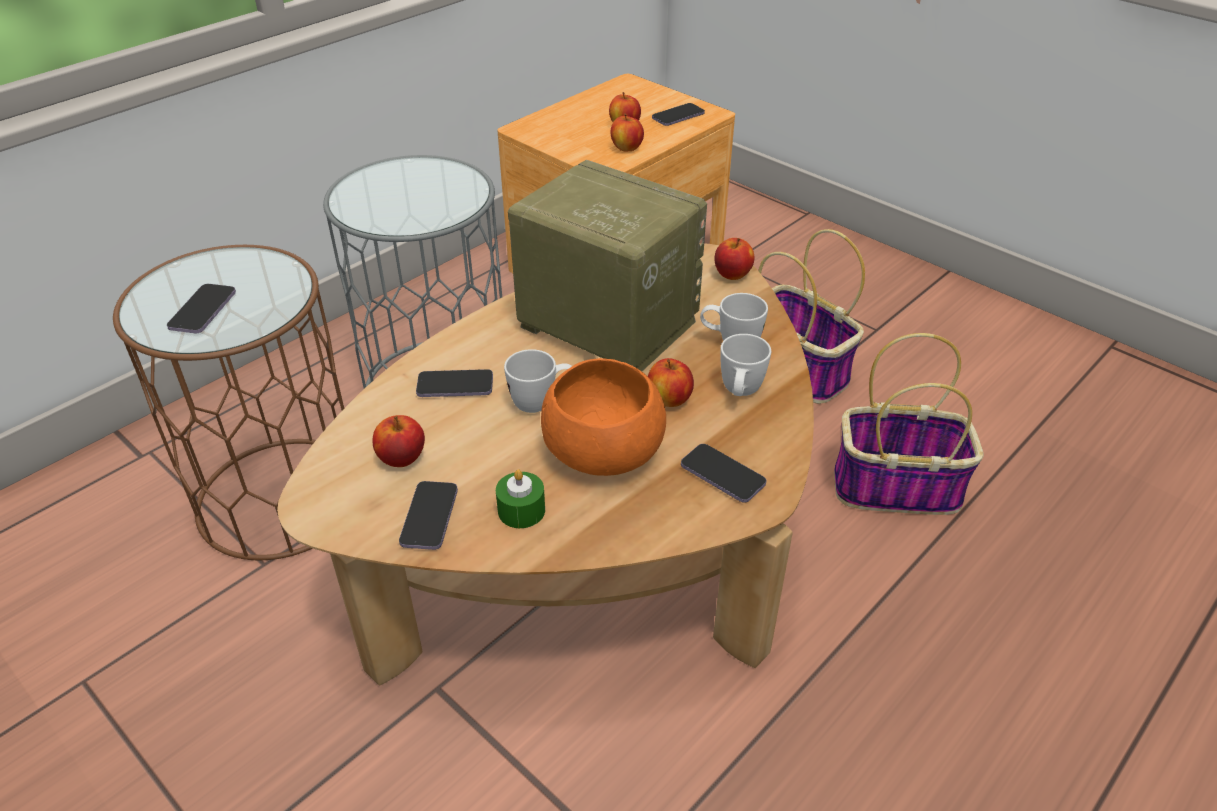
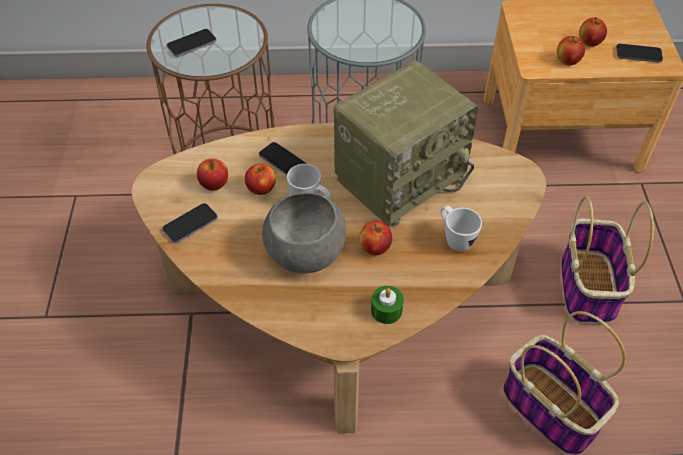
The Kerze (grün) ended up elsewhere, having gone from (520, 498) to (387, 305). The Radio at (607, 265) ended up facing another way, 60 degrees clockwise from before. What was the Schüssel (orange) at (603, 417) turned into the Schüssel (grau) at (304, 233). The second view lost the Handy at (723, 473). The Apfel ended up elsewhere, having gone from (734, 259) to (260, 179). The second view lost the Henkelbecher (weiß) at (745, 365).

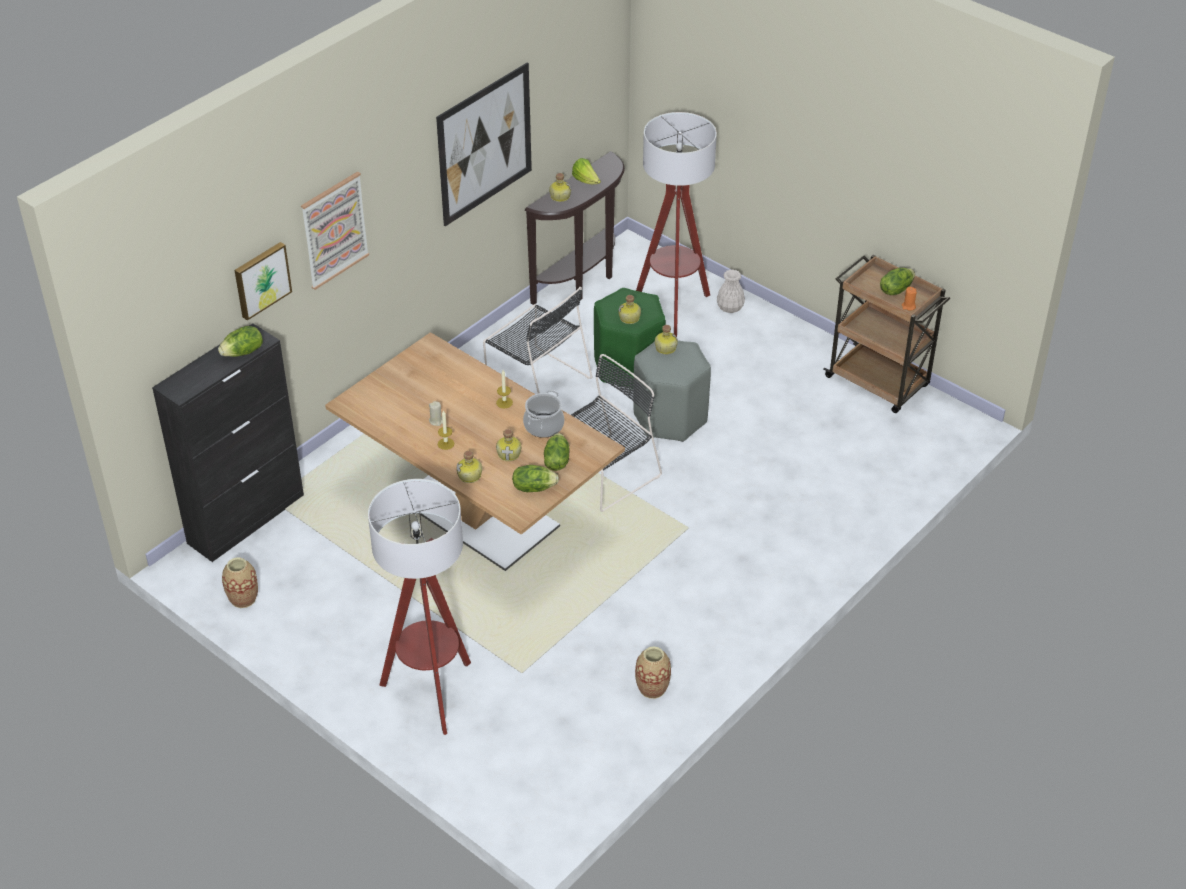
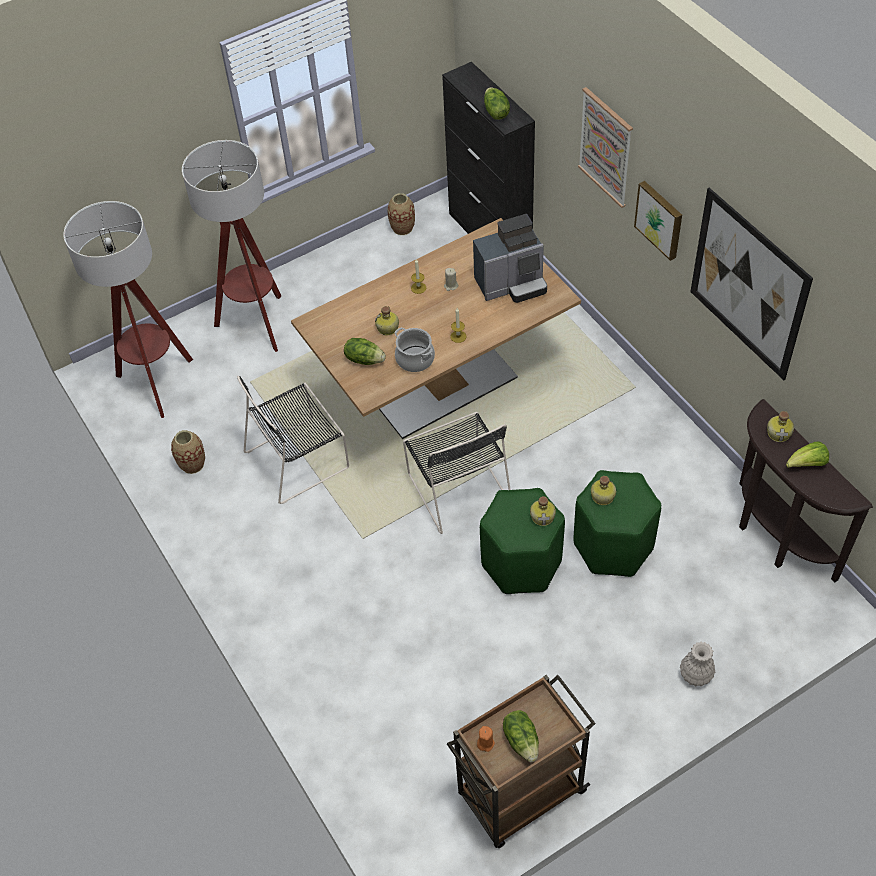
The Bild ended up elsewhere, having gone from (263, 281) to (658, 221). The second view lost the Flasche at (469, 467). The Stuhl (schwarz) ended up elsewhere, having gone from (537, 340) to (293, 440). The second view lost the Salatkopf at (535, 478). What was the Hocker (grau) at (672, 391) turned into the Hocker (grün) at (522, 541). The Stehlampe ended up elsewhere, having gone from (676, 224) to (128, 309). The second view gained the Kaffeemaschine at (510, 258).

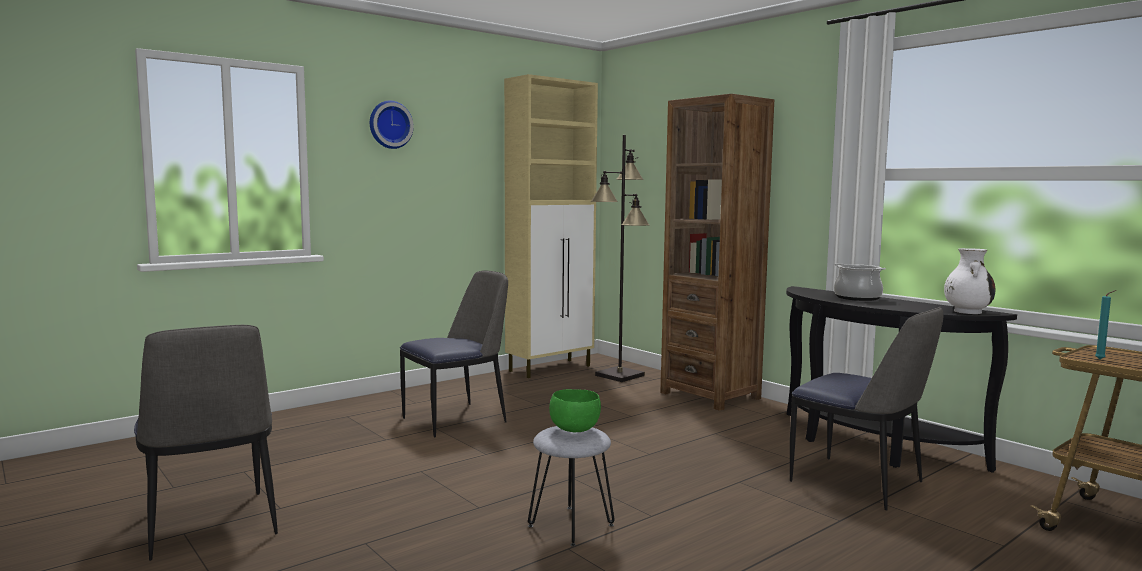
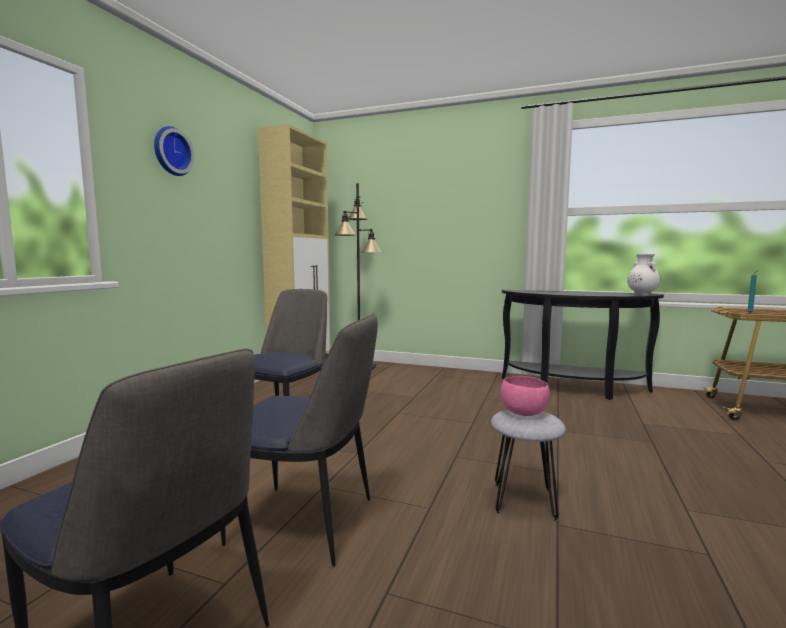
What was the Schüssel (grün) at (575, 410) turned into the Schüssel (rosa) at (525, 396). The second view lost the Bücherregal (braun) at (717, 252). The Stuhl ended up elsewhere, having gone from (867, 408) to (299, 439). The second view lost the Kochtopf at (860, 282).

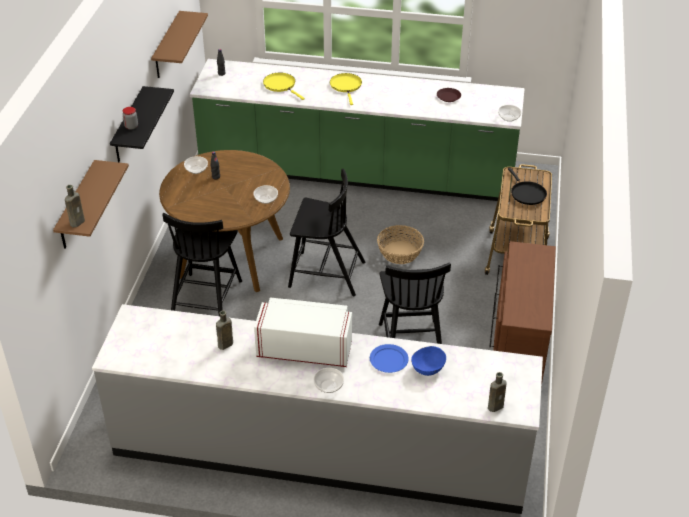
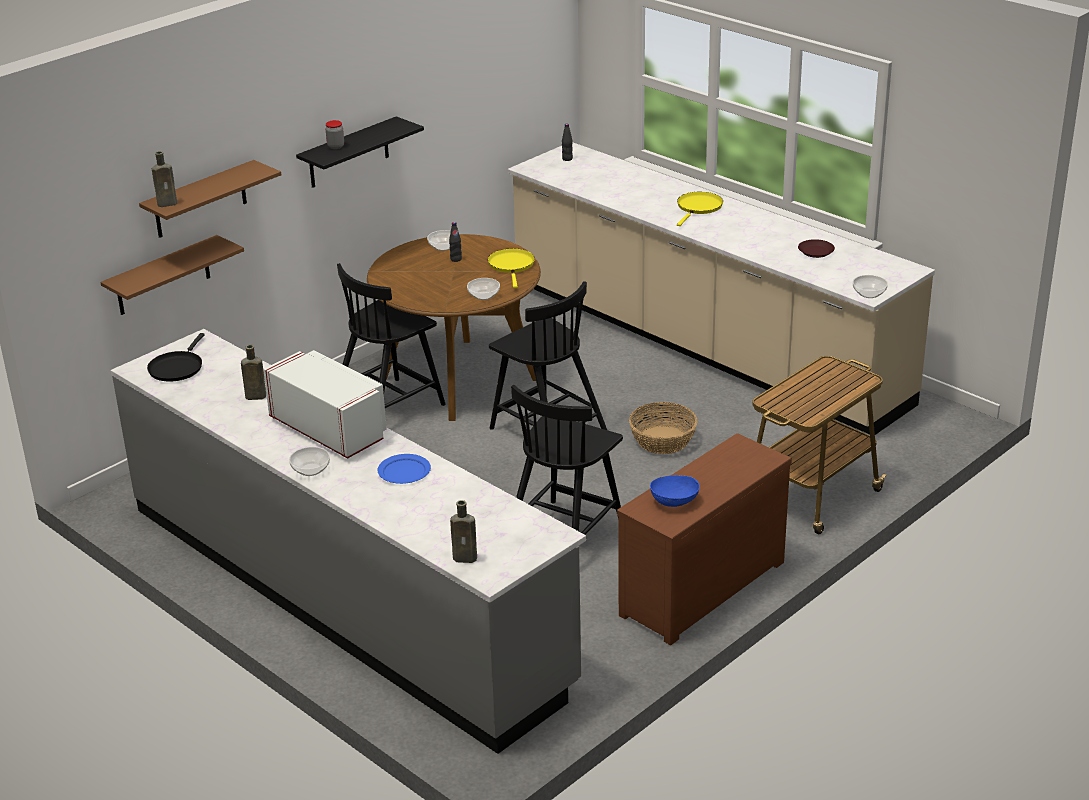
The Wandregal (braun) ended up elsewhere, having gone from (179, 44) to (172, 275). What was the Küchenzeile (grün) at (357, 130) turned into the Küchenzeile (beige) at (721, 289). The Pfanne (gelb) ended up elsewhere, having gone from (284, 86) to (511, 268). The Schüssel (blau) ended up elsewhere, having gone from (428, 361) to (675, 491). The Pfanne (schwarz) ended up elsewhere, having gone from (527, 186) to (176, 357).

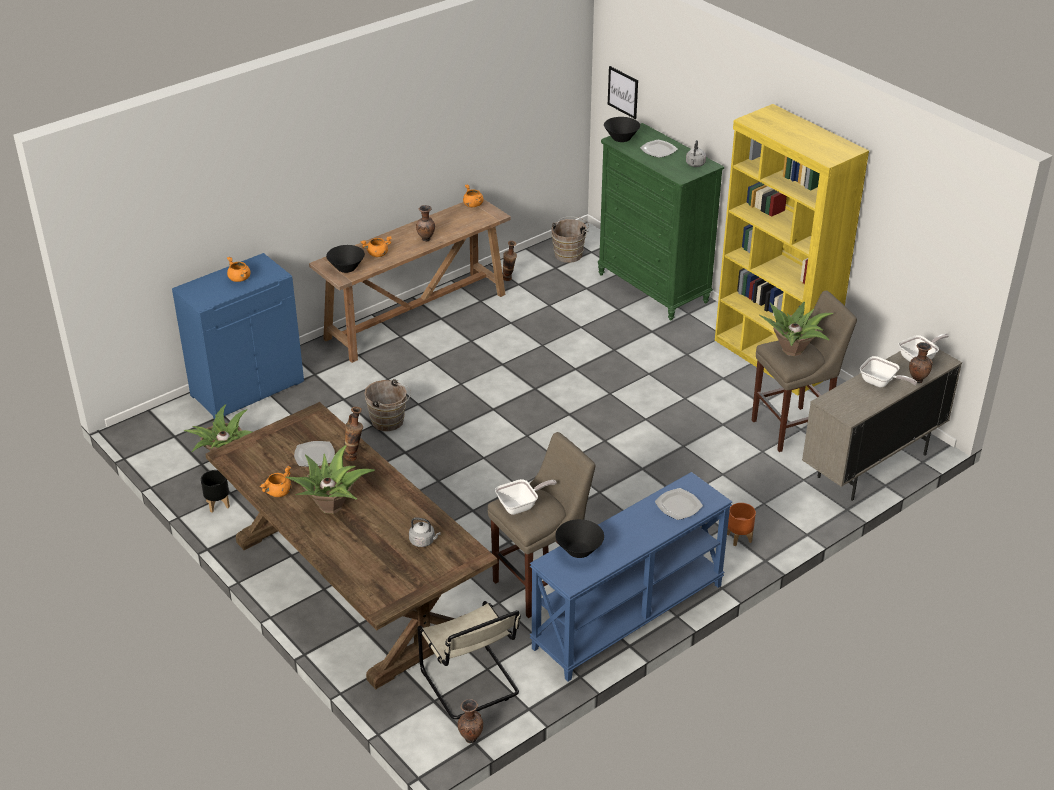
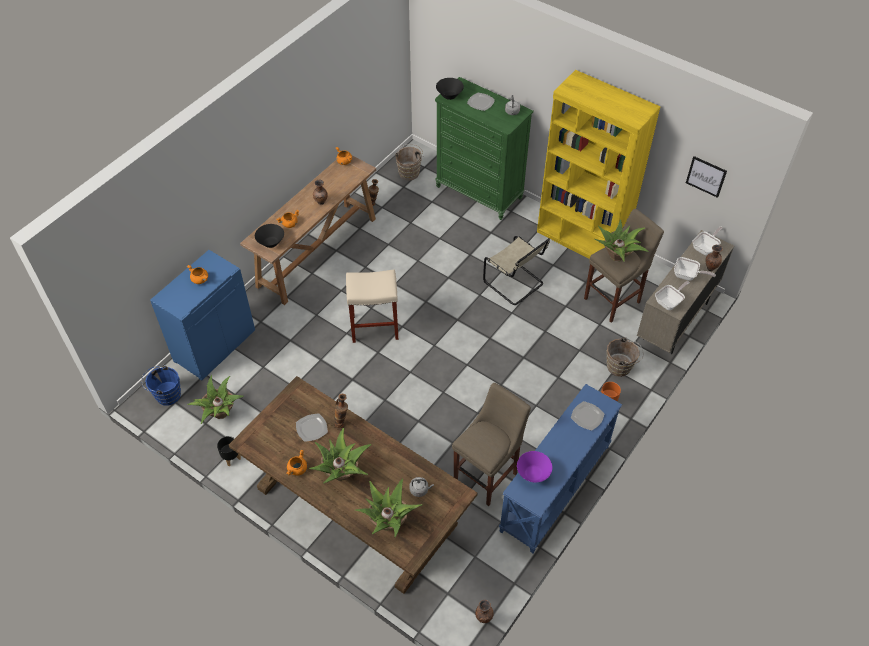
The Eimer (braun) ended up elsewhere, having gone from (388, 405) to (625, 357). The Stuhl (beige) ended up elsewhere, having gone from (469, 660) to (516, 270). The Pfanne ended up elsewhere, having gone from (526, 497) to (672, 295). What was the Schüssel (schwarz) at (579, 538) turned into the Schüssel (lila) at (534, 466). The Bild ended up elsewhere, having gone from (623, 92) to (706, 177). The second view gained the Eimer (blau) at (161, 385). The second view gained the Hocker (beige) at (372, 306). The second view gained the Topfpflanze at (388, 508).

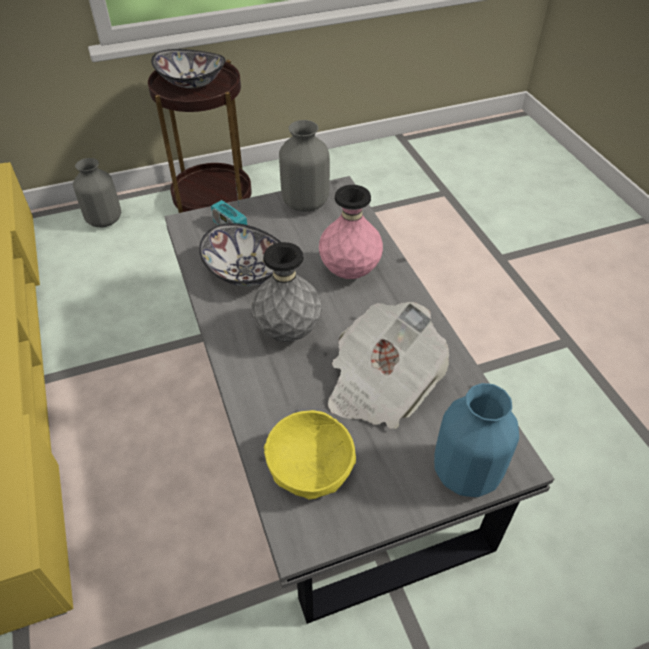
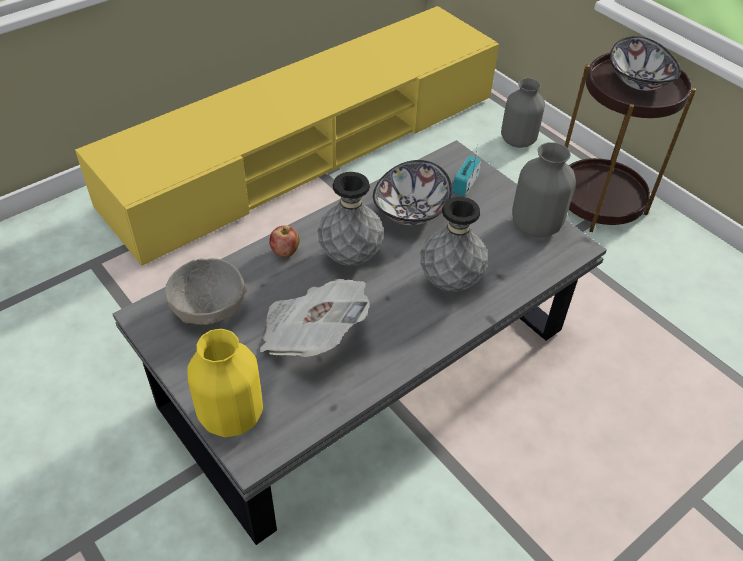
What was the Schüssel (gelb) at (310, 454) turned into the Schüssel (grau) at (206, 291). What was the Vase (rosa) at (351, 232) turned into the Vase (grau) at (454, 244). What was the Vase (blau) at (476, 440) turned into the Vase (gelb) at (225, 383). The second view gained the Apfel at (284, 241).

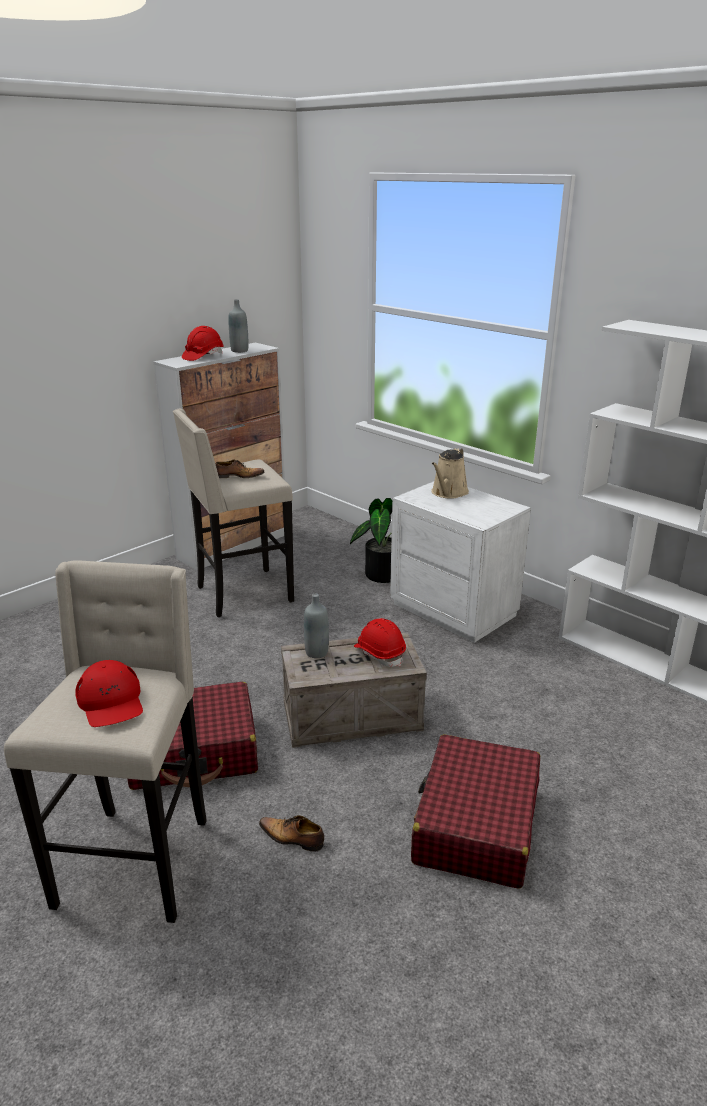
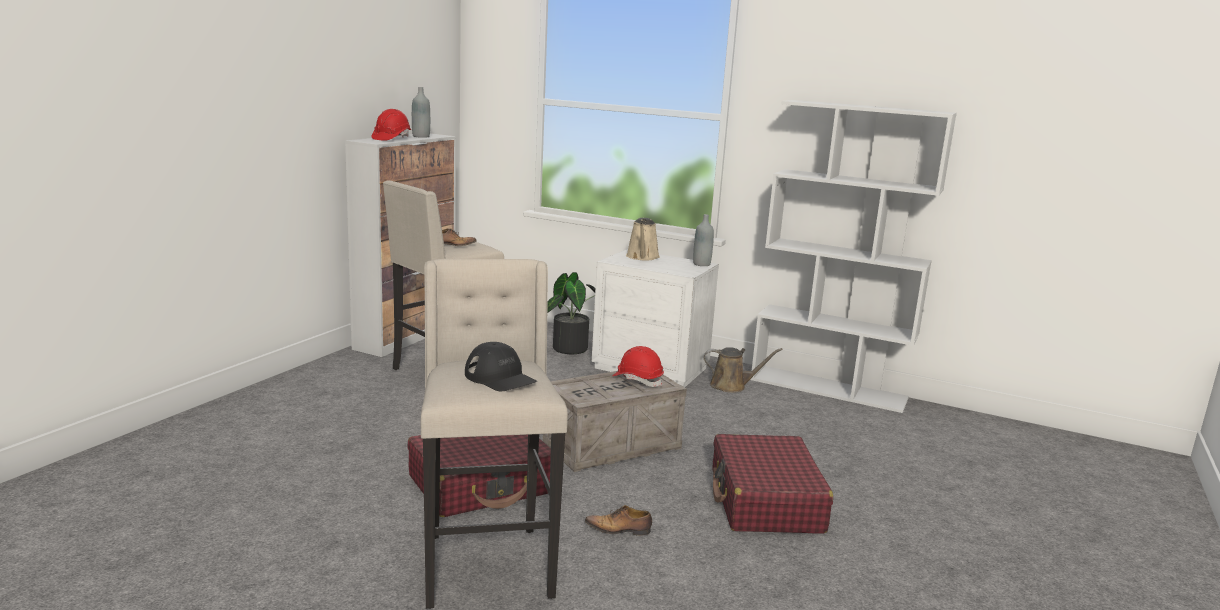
What was the Kappe (rot) at (109, 693) turned into the Kappe (schwarz) at (501, 366). The Flasche (grau) ended up elsewhere, having gone from (316, 626) to (703, 240). The second view gained the Gießkanne (braun) at (743, 370).

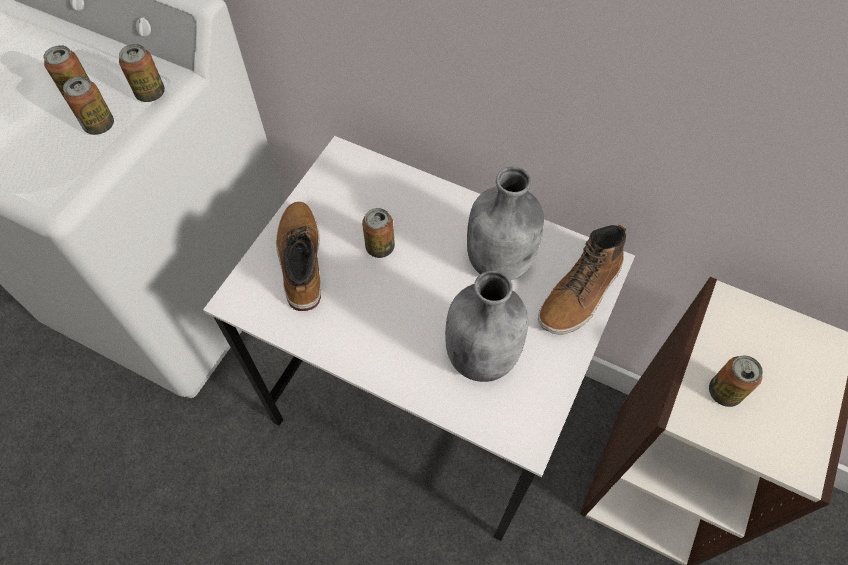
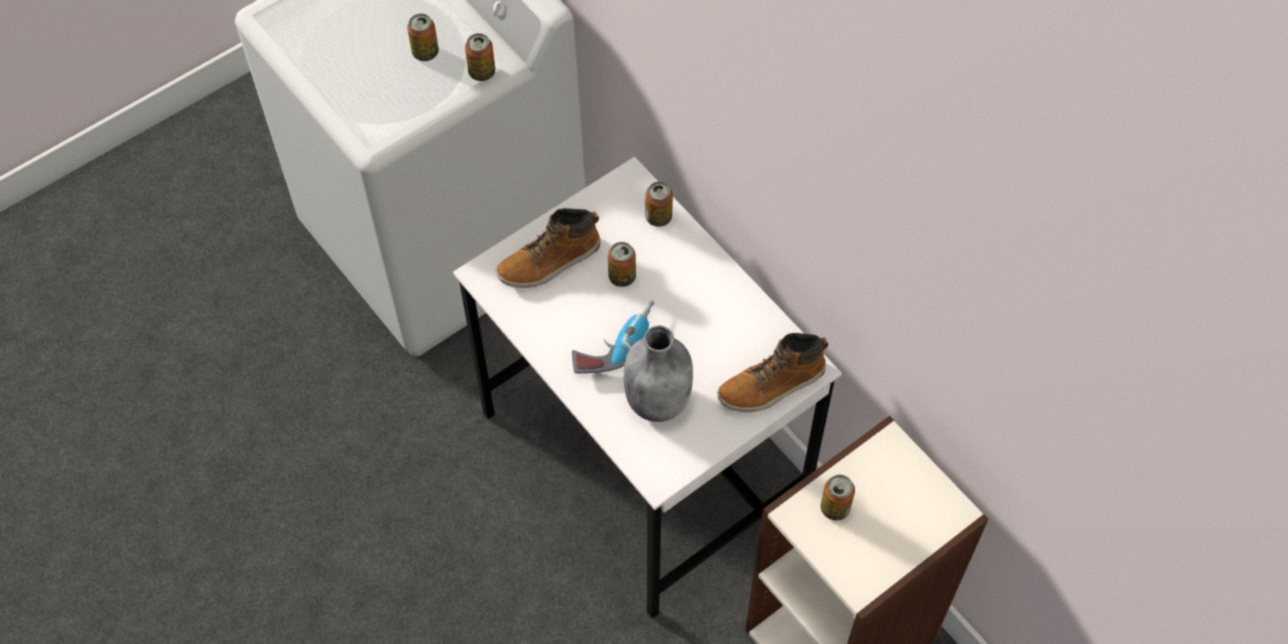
The Dose ended up elsewhere, having gone from (88, 105) to (659, 204). The Stiefel at (298, 256) ended up facing another way, 135 degrees counterclockwise from before. The second view lost the Flasche (grau) at (505, 223). The second view gained the Bohrmaschine at (613, 337).

